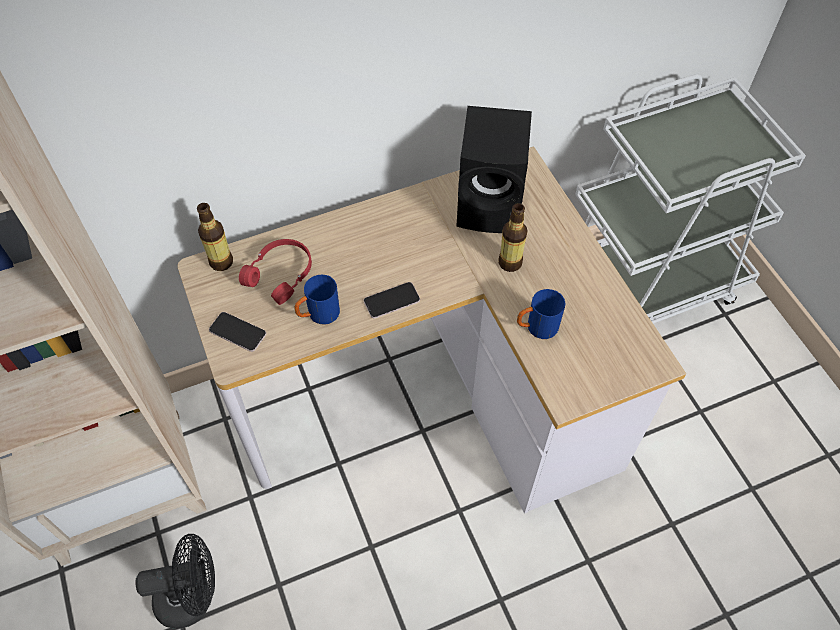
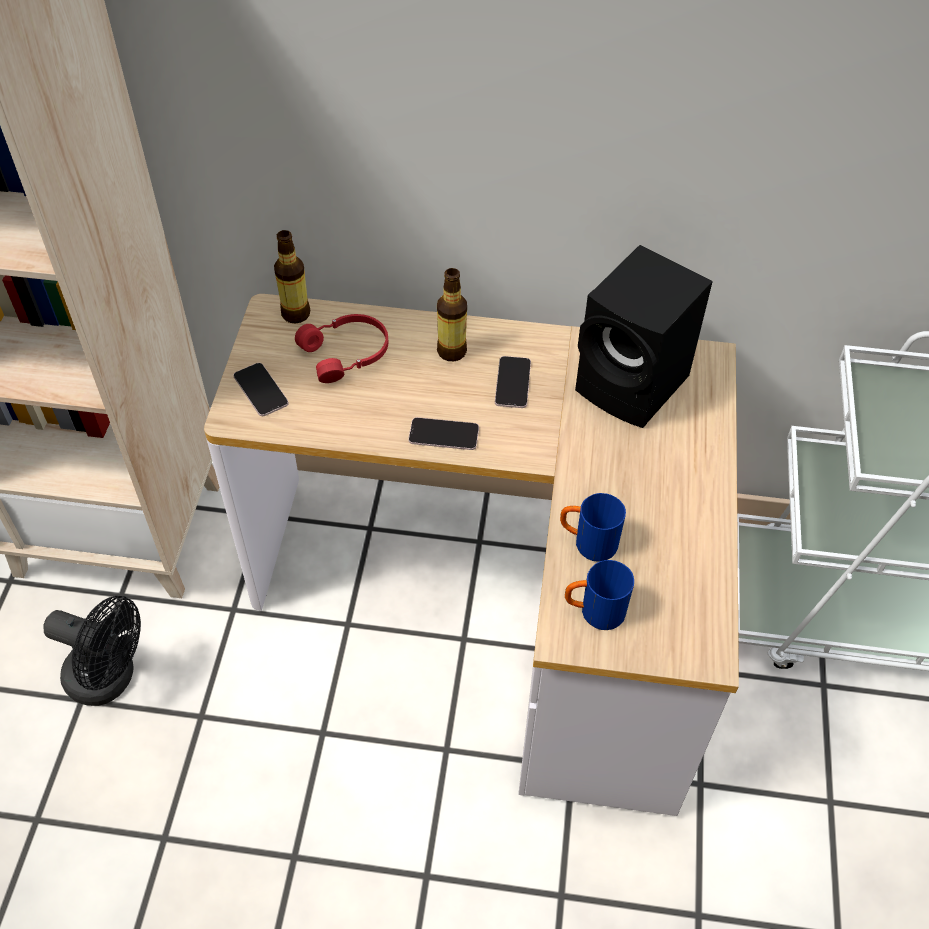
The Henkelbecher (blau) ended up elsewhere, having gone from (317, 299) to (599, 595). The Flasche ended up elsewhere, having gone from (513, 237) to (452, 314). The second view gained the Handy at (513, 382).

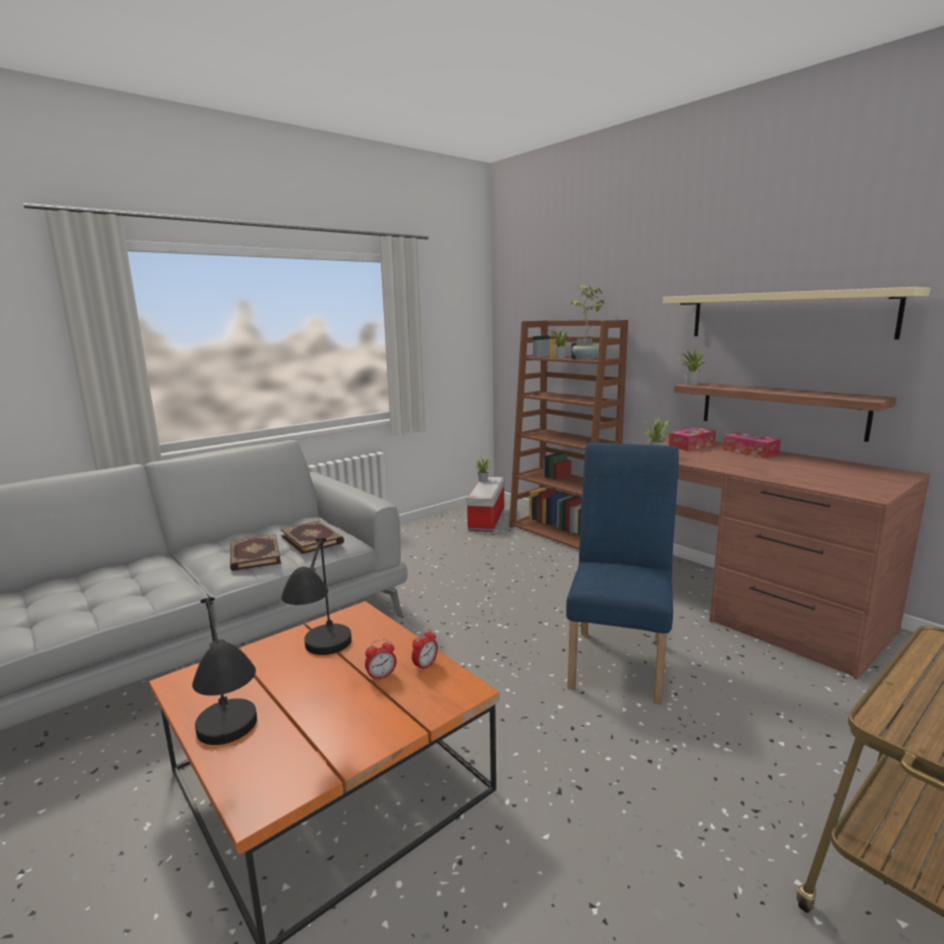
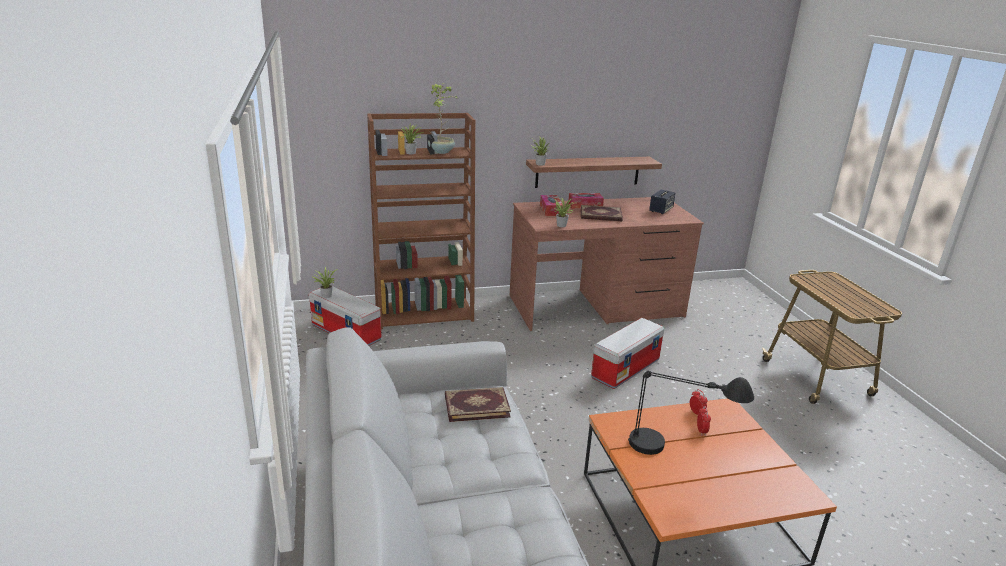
The second view lost the Tischlampe (schwarz) at (224, 671). The Buch ended up elsewhere, having gone from (255, 552) to (601, 213). Where the Stuhl (blau) stood at (622, 573), the Aufbewahrungsbox came to stand at (627, 353). The second view lost the Wandregal (beige) at (797, 313). The second view gained the Lautsprecher at (662, 202).

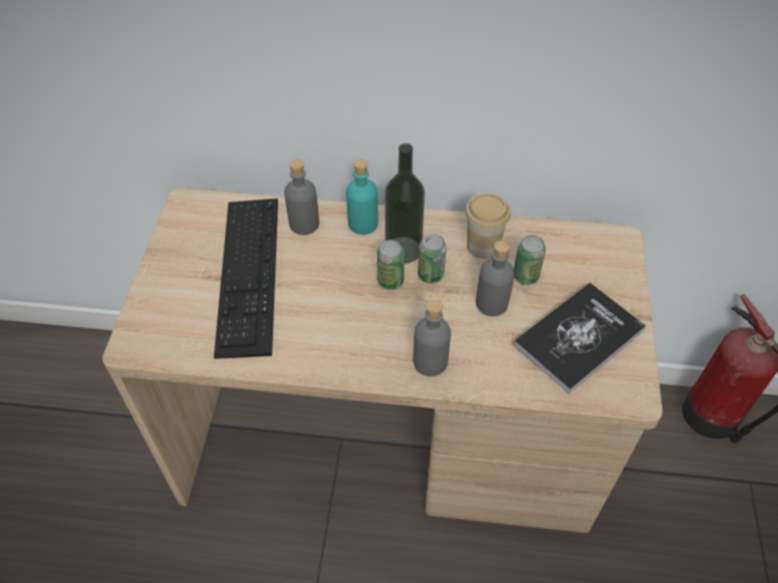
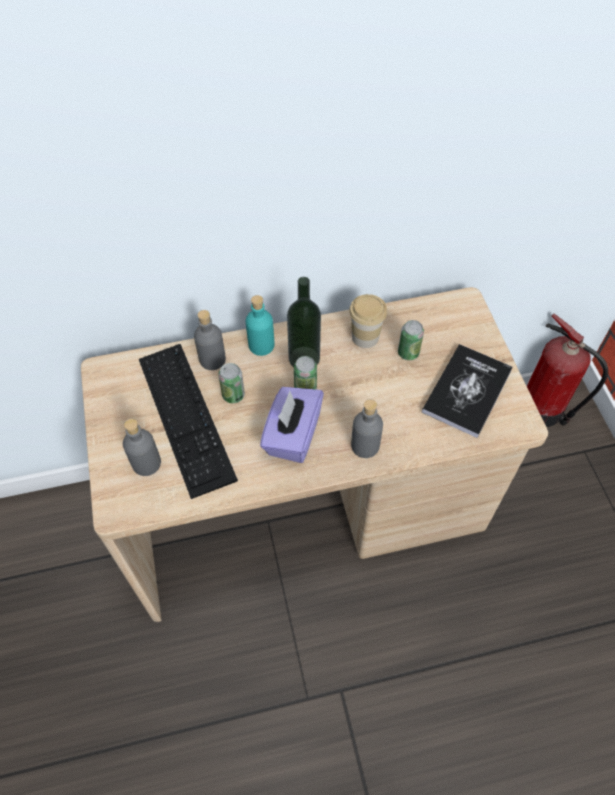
The Dose ended up elsewhere, having gone from (432, 259) to (231, 383). The Flasche (grau) ended up elsewhere, having gone from (495, 278) to (142, 447). The second view gained the Taschentuchbox (lila) at (292, 425).

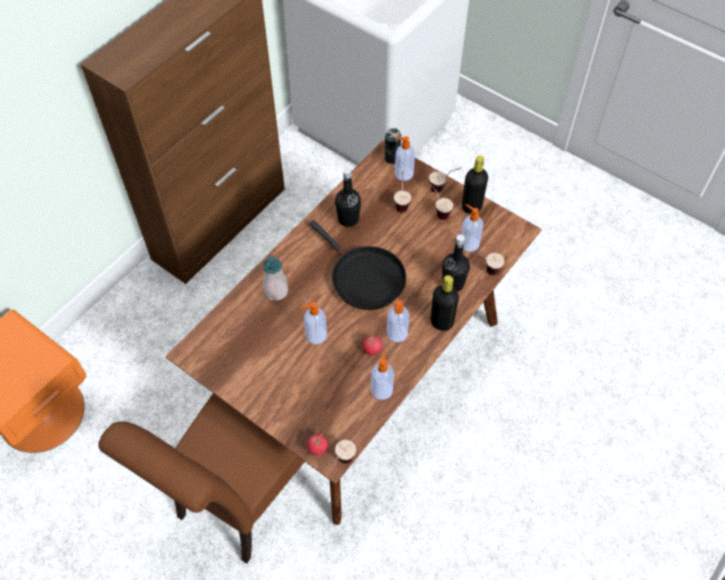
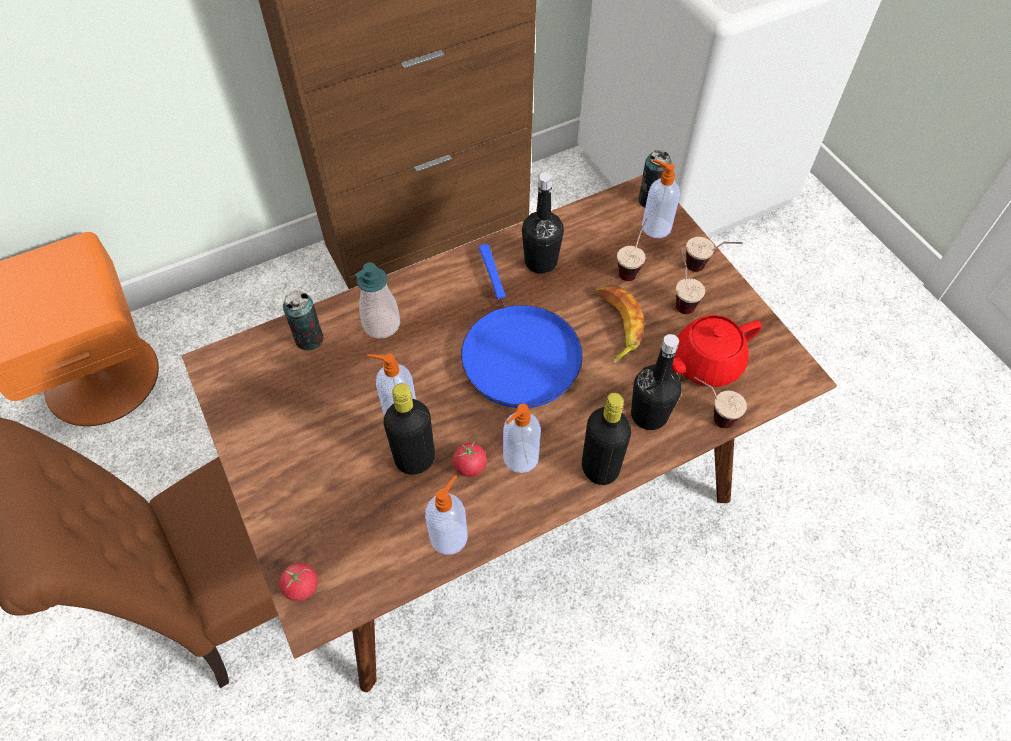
What was the Pfanne (schwarz) at (357, 265) turned into the Pfanne (blau) at (522, 326). The second view lost the Tasse at (342, 453). Where the Seifenspender stood at (472, 228), the Teekanne (rot) came to stand at (716, 351). The Flasche (schwarz) ended up elsewhere, having gone from (475, 185) to (409, 429). The second view gained the Dose at (303, 321). The second view gained the Banane at (620, 324).

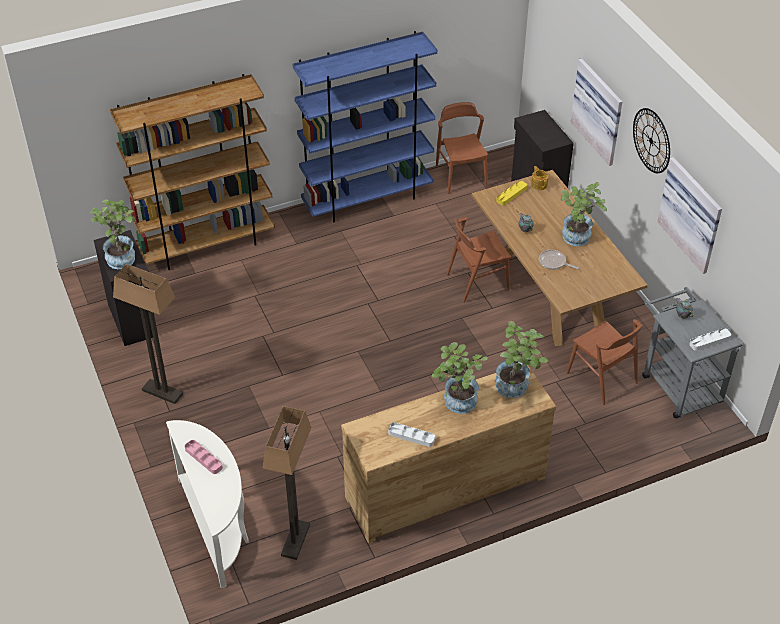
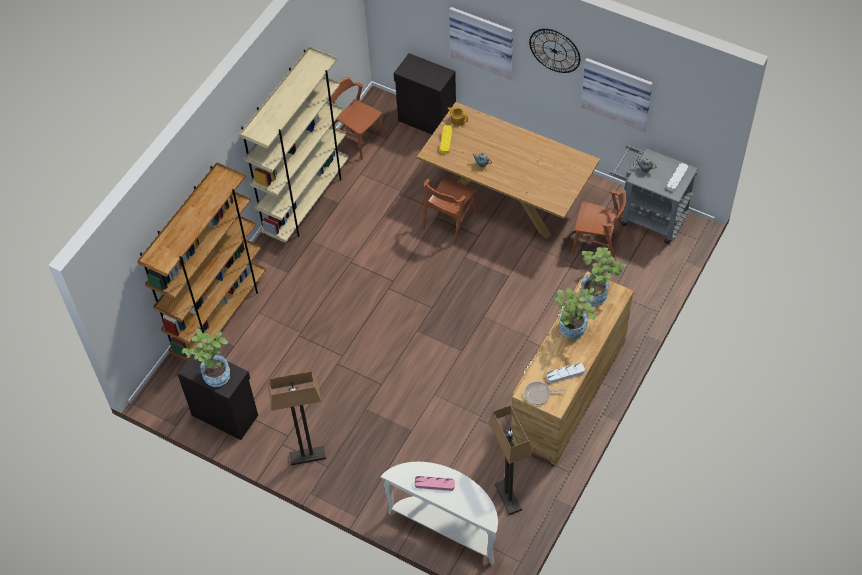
What was the Bücherregal (blau) at (365, 126) turned into the Bücherregal (beige) at (294, 145). The Pfanne ended up elsewhere, having gone from (559, 259) to (544, 393). The second view lost the Topfpflanze at (584, 214).

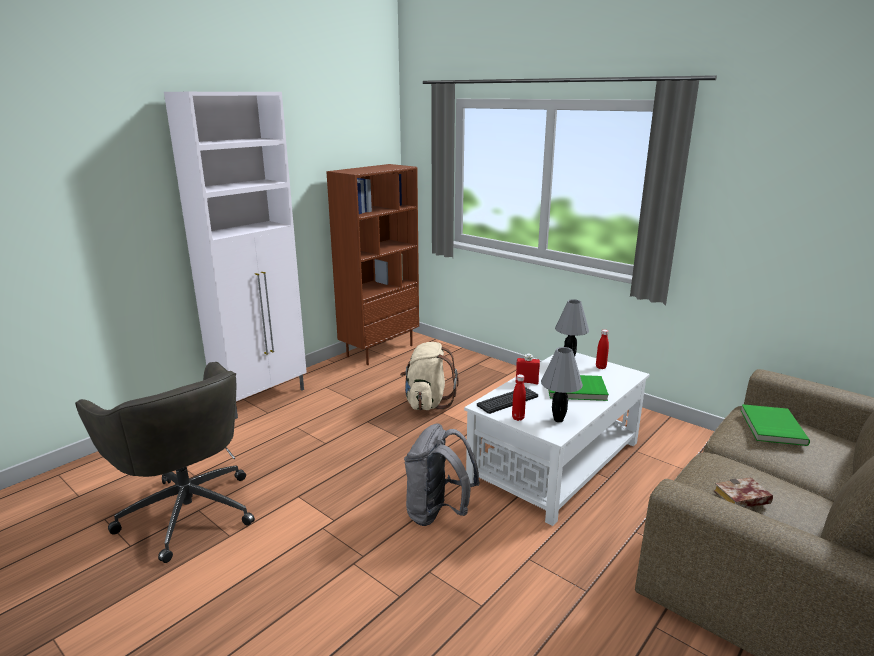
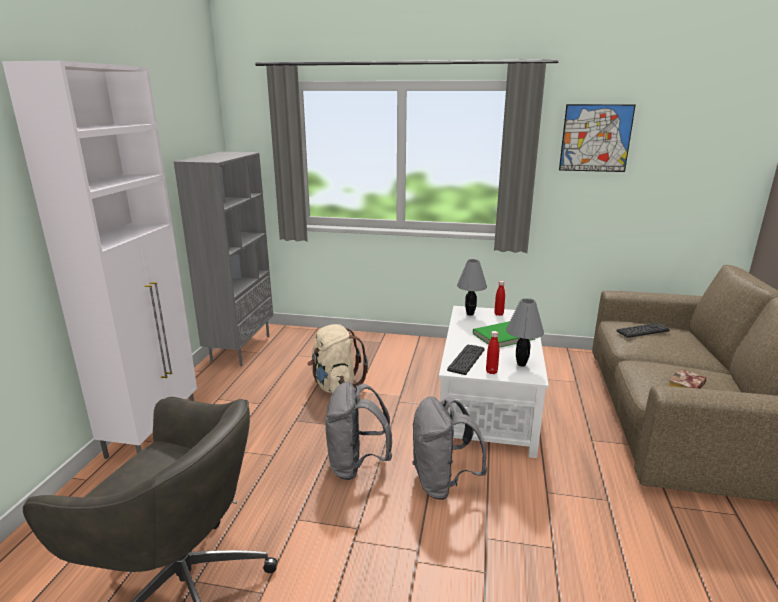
What was the Bücherregal (braun) at (372, 264) turned into the Bücherregal (grau) at (223, 258). The second view lost the Flasche (rot) at (528, 369). Where the Buch (grün) stood at (775, 425), the Tastatur came to stand at (643, 330). The second view gained the Rucksack (grau) at (358, 431). The second view gained the Bild at (597, 138).

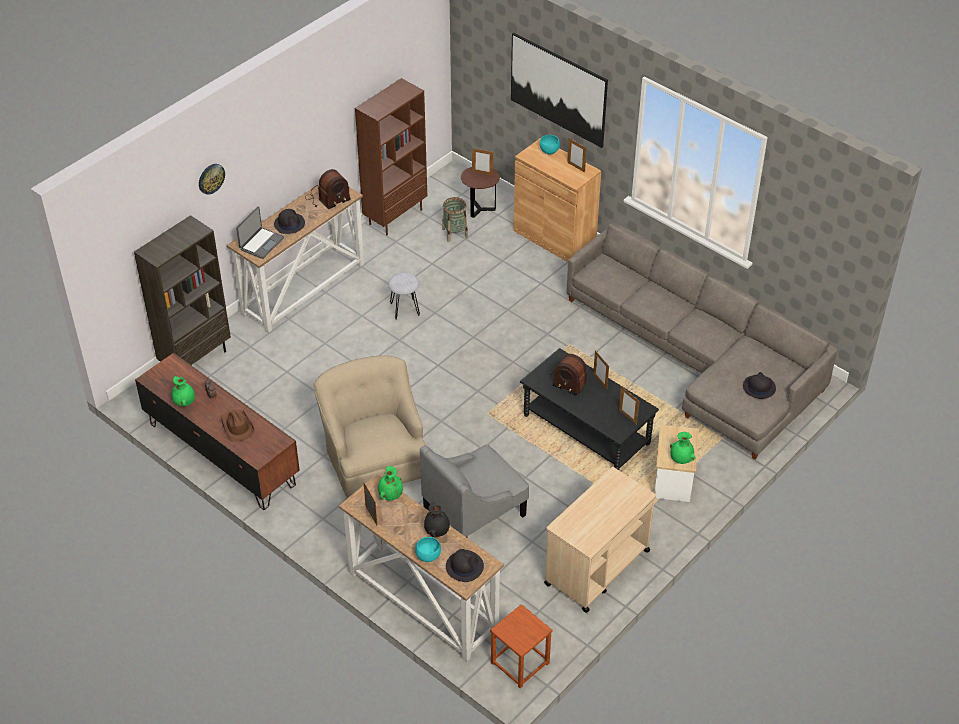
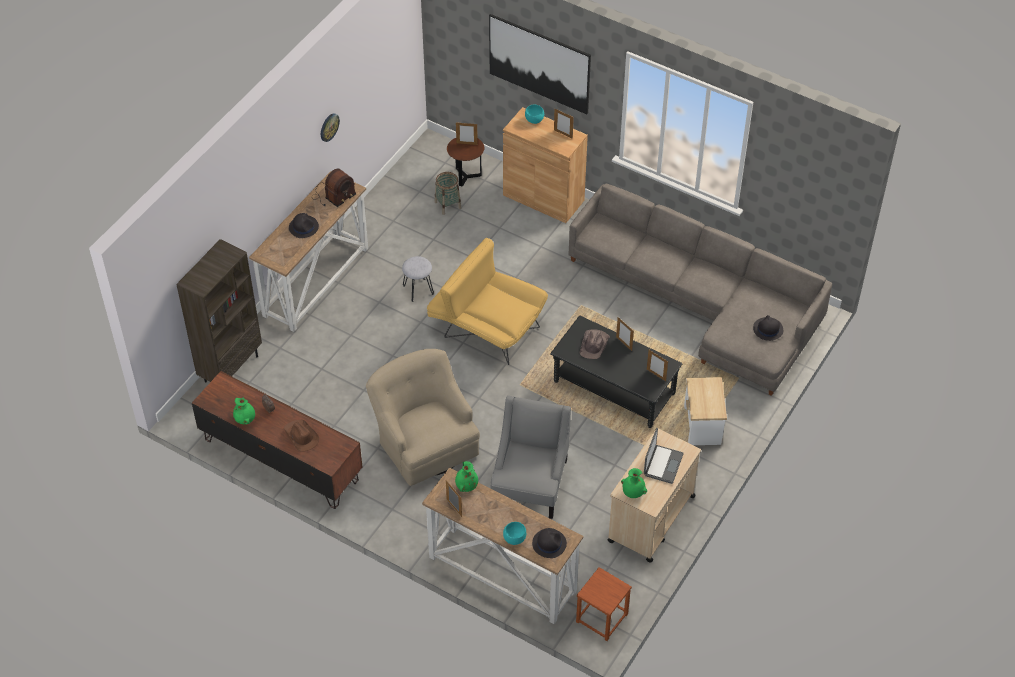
The Wanduhr ended up elsewhere, having gone from (212, 179) to (330, 127). The Laptop ended up elsewhere, having gone from (260, 232) to (664, 456). The second view lost the Bücherregal (braun) at (391, 156). The Sessel (grau) at (474, 491) ended up facing another way, 150 degrees clockwise from before. The second view lost the Vase (schwarz) at (437, 519). Where the Radio stood at (568, 375), the Hut (braun) came to stand at (595, 344). The Vase (grün) ended up elsewhere, having gone from (683, 448) to (634, 483). The second view gained the Sessel (gelb) at (487, 301).

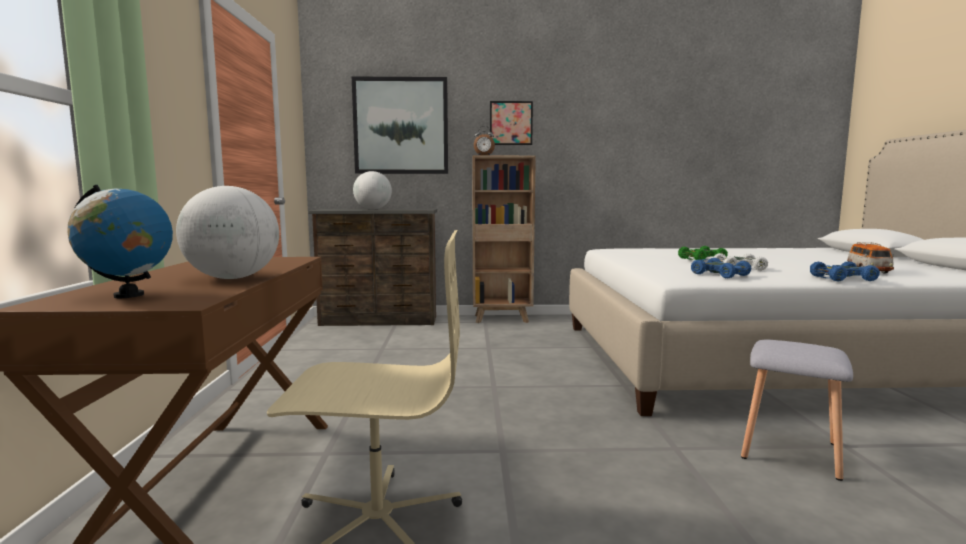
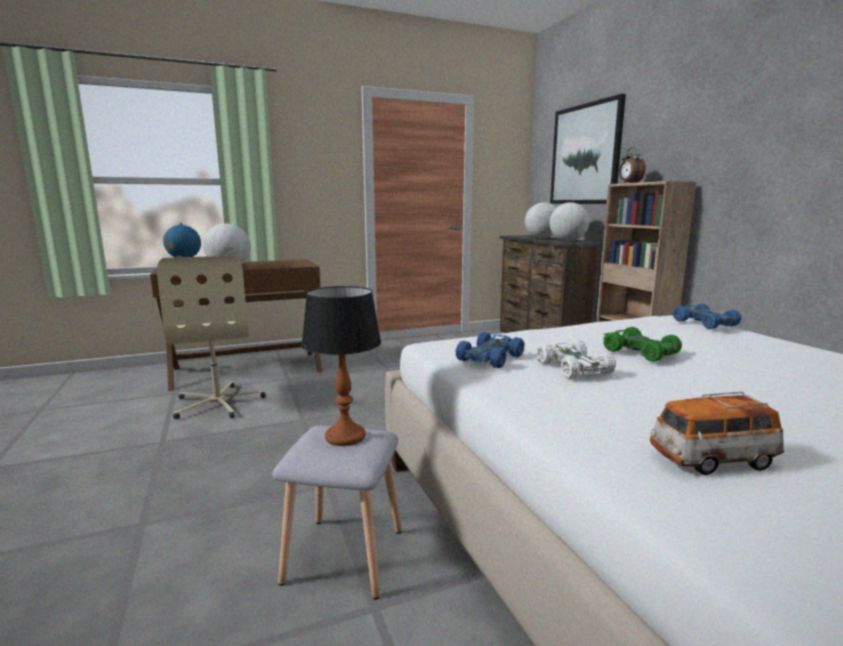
The second view lost the Bild at (511, 123). The Spielzeugauto (blau) ended up elsewhere, having gone from (845, 271) to (707, 316). The second view gained the Tischlampe at (341, 366). The second view gained the Globus at (569, 222).

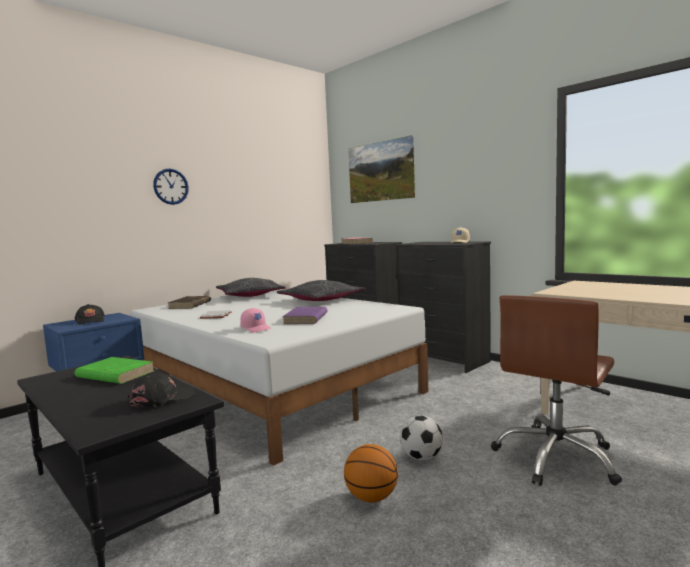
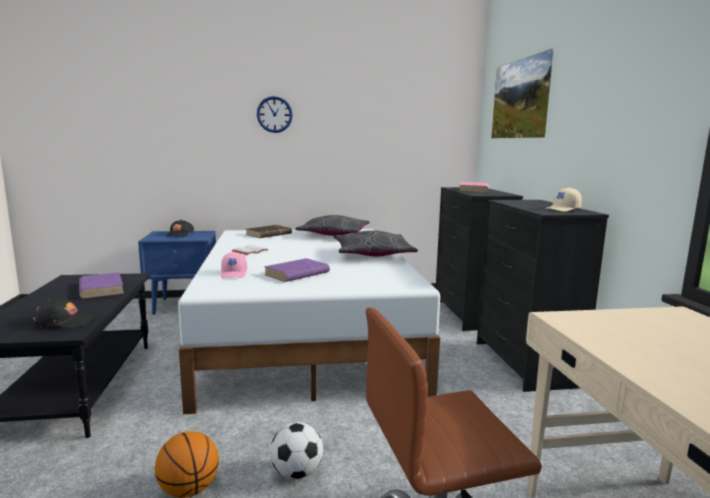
What was the Buch (grün) at (114, 370) turned into the Buch (lila) at (101, 285).

